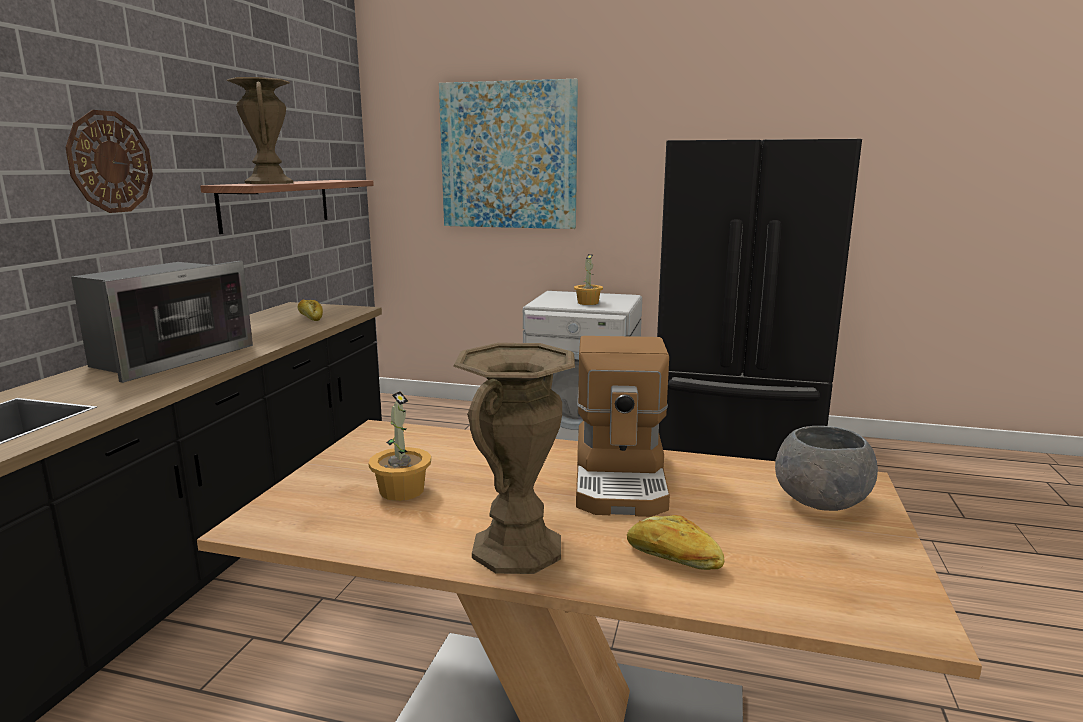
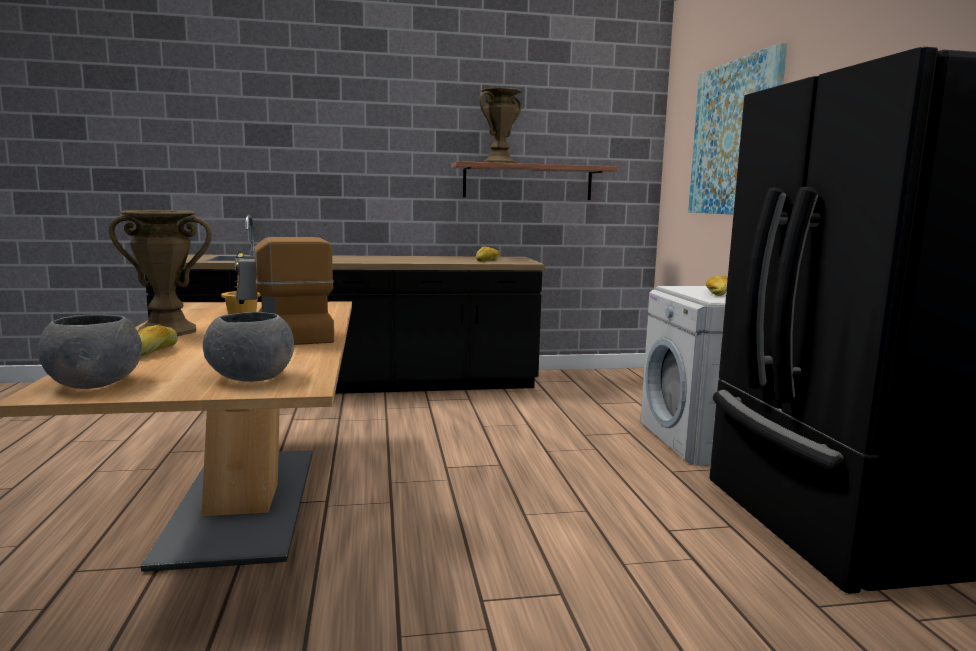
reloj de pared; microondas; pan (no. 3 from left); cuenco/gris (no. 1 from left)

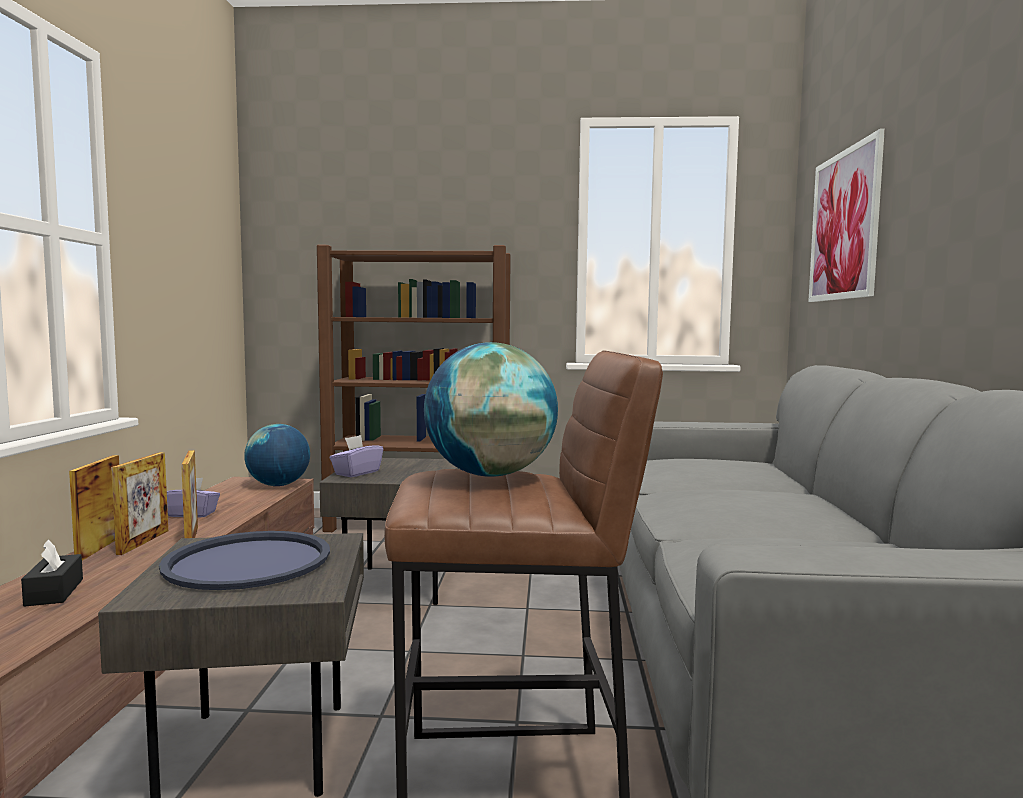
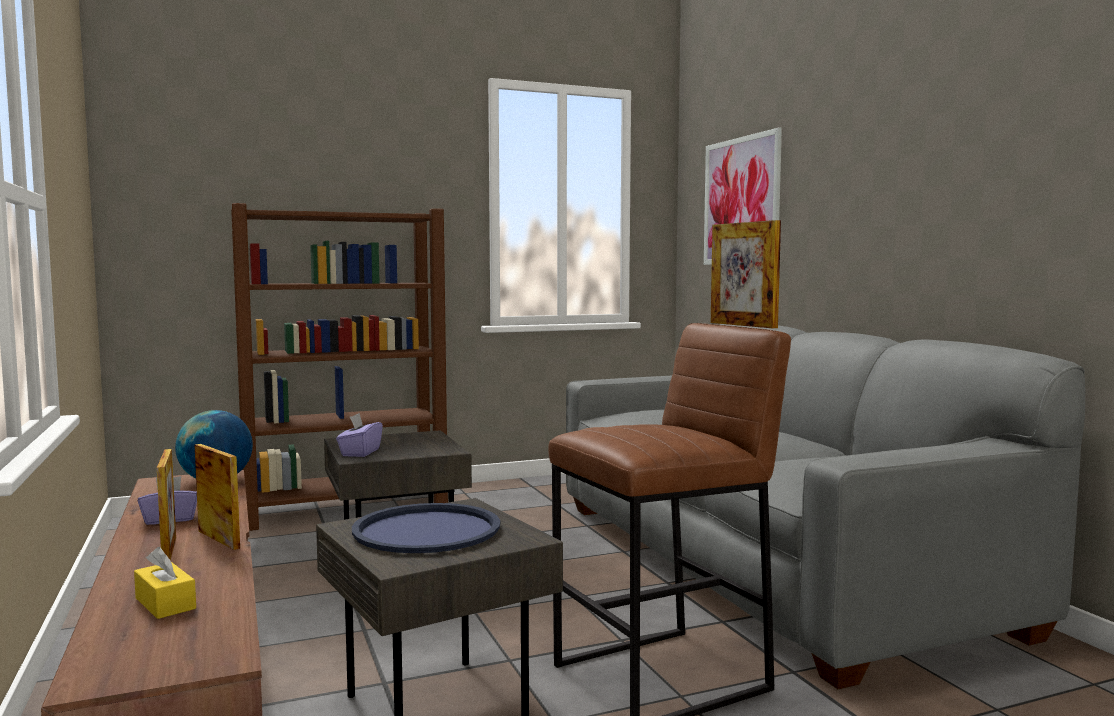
caja de pañuelos/amarillo; portarretratos (no. 3 from left); globo terráqueo (no. 2 from left in the first image)

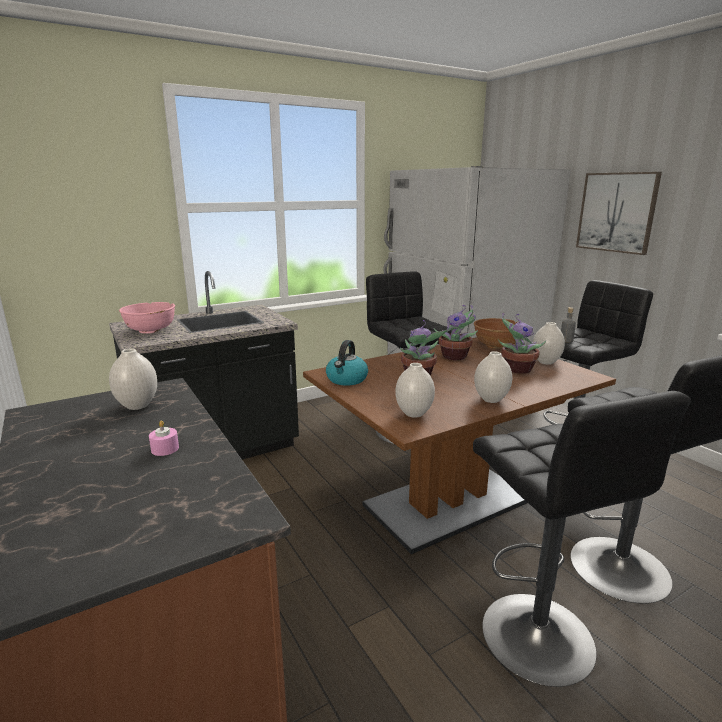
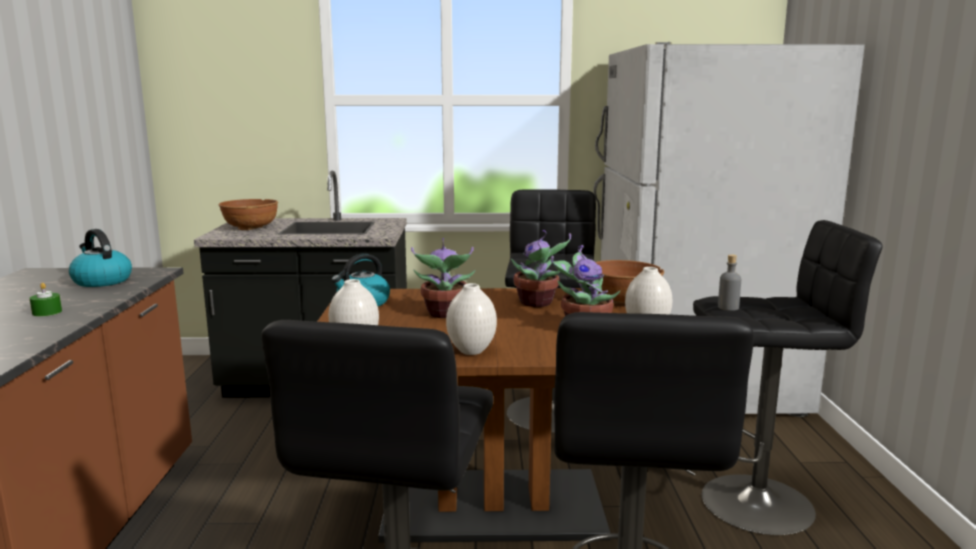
hervidor (no. 1 from left); cuenco/marrón (no. 1 from left); vela/verde; cuadro

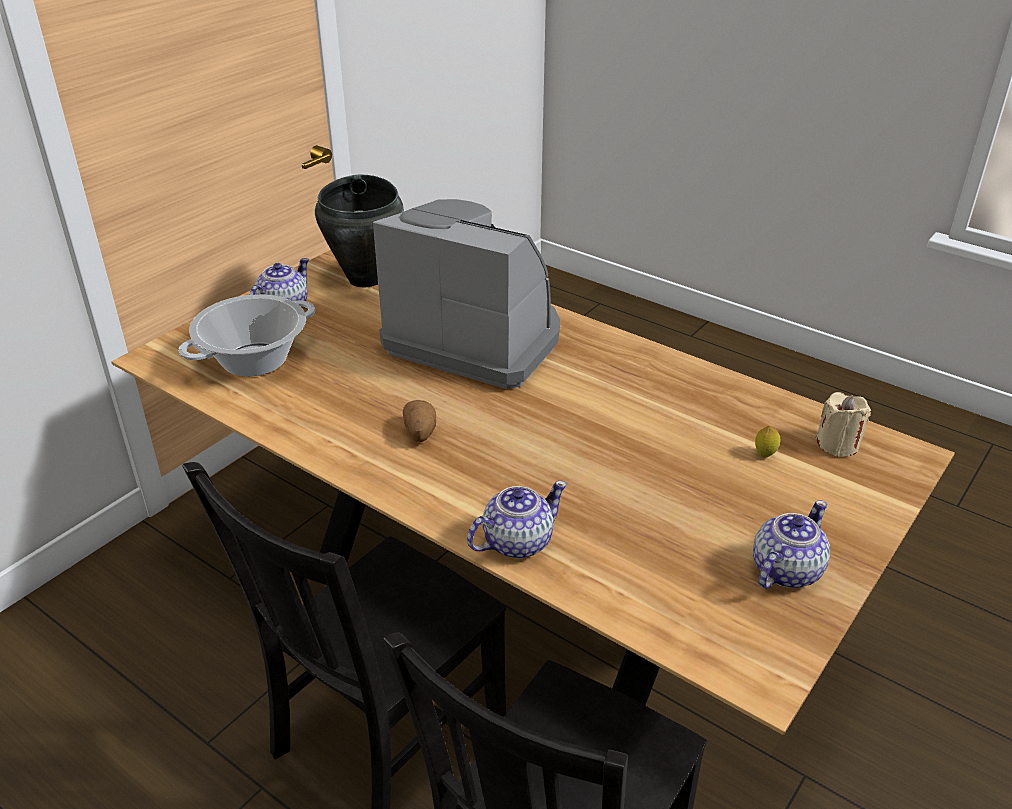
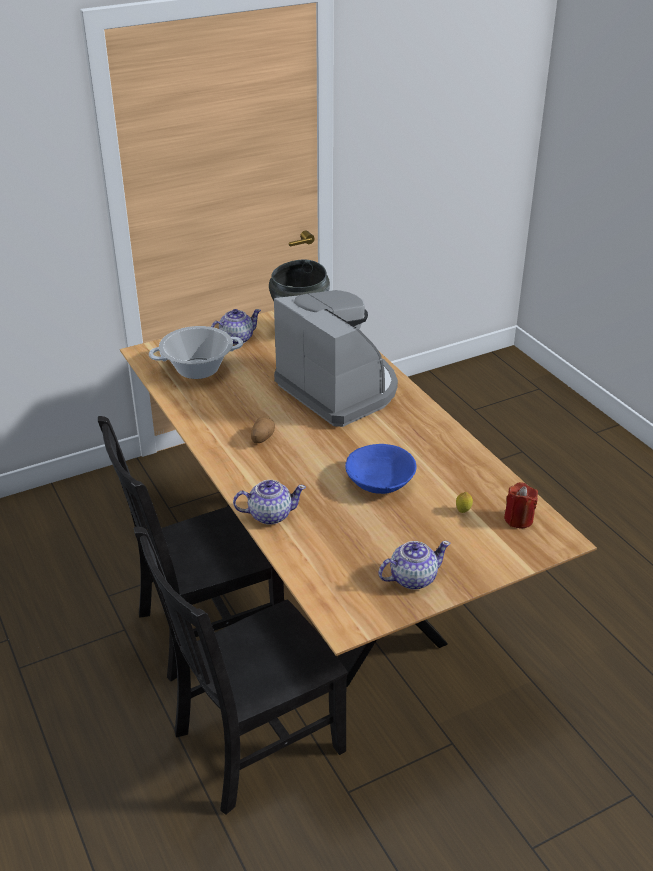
vela/rojo; cuenco/azul

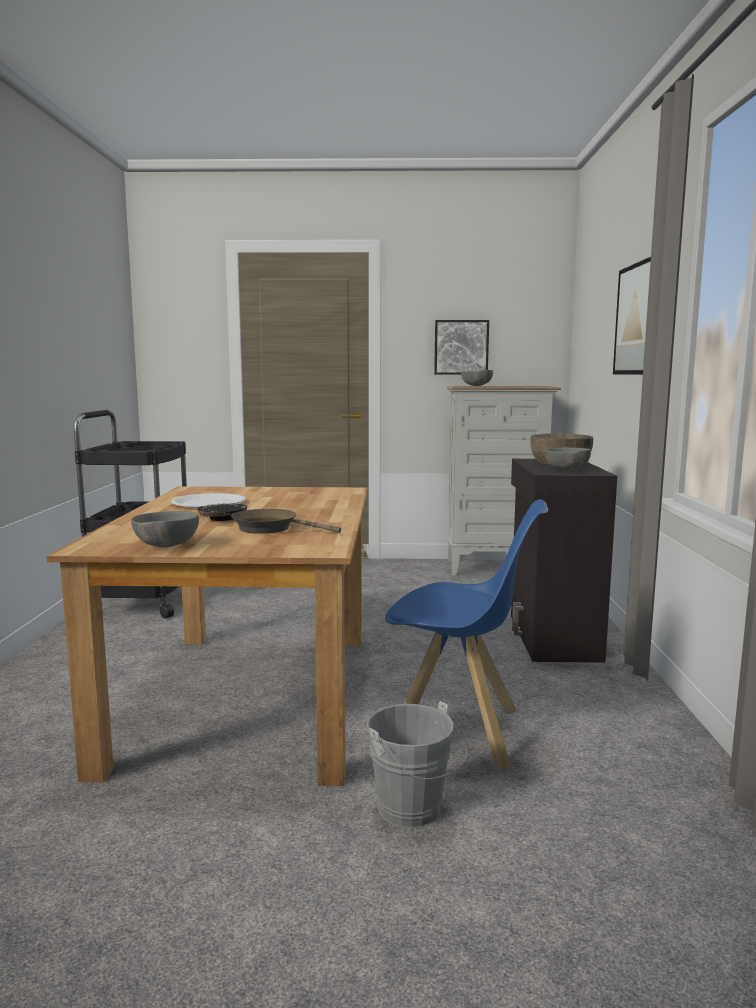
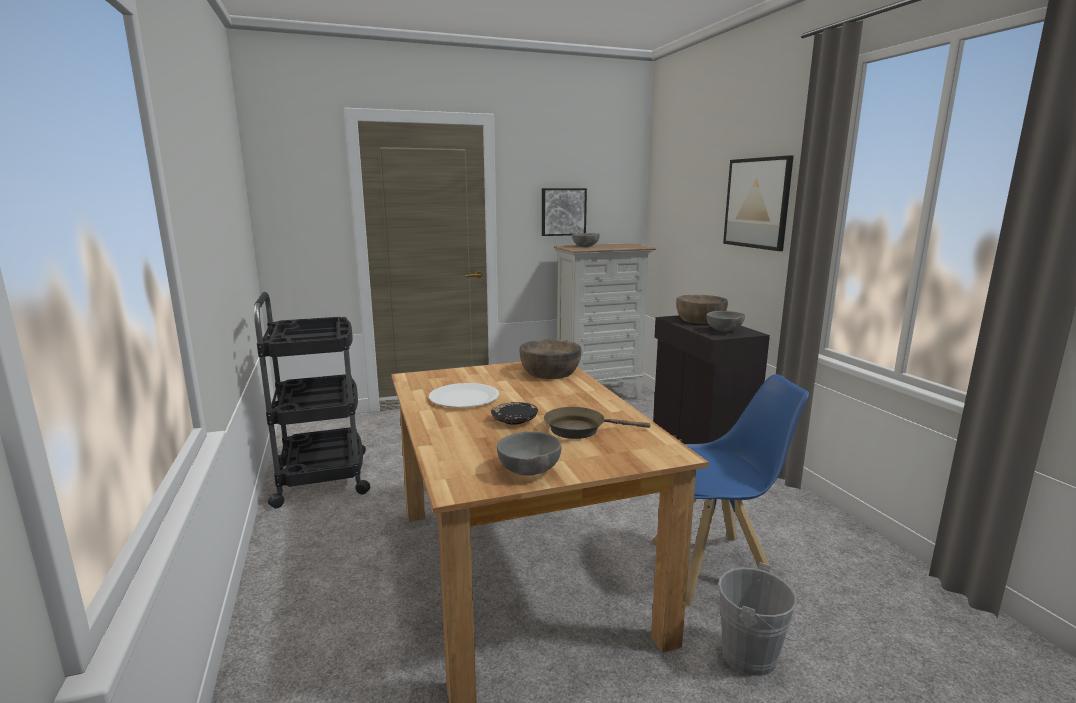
cuenco/marrón (no. 1 from left)

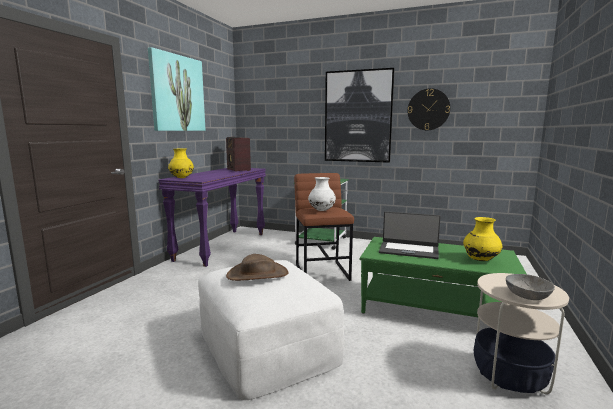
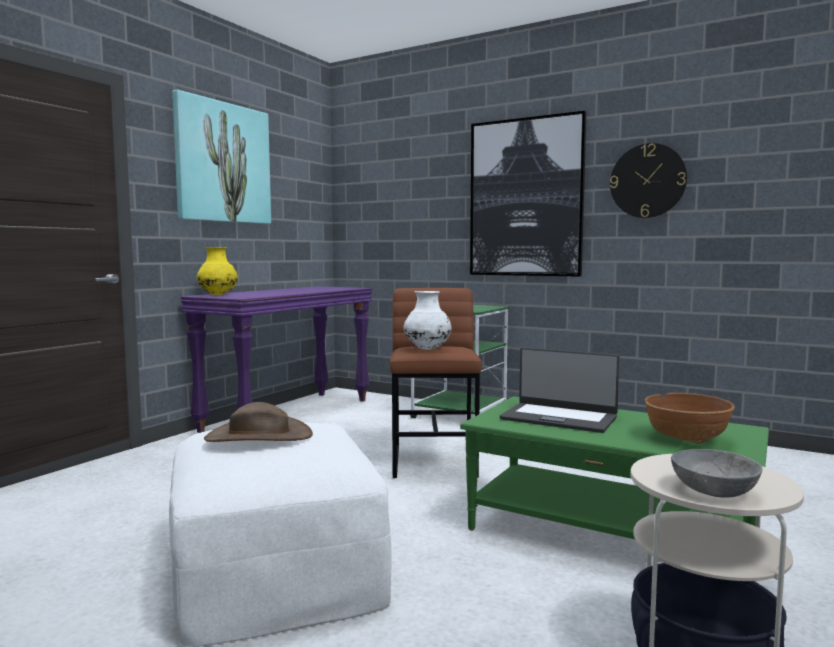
radio; cuenco/marrón

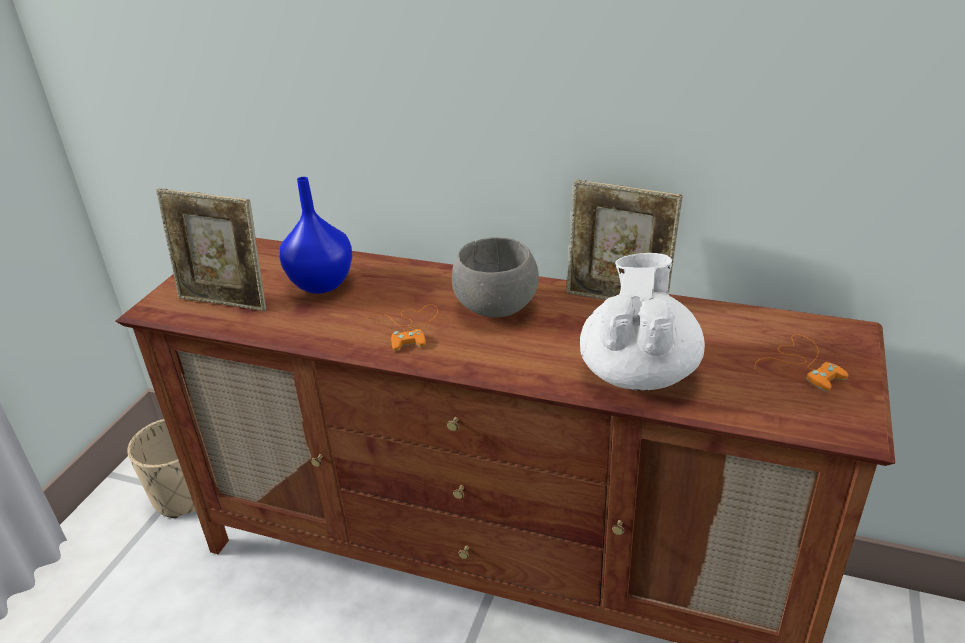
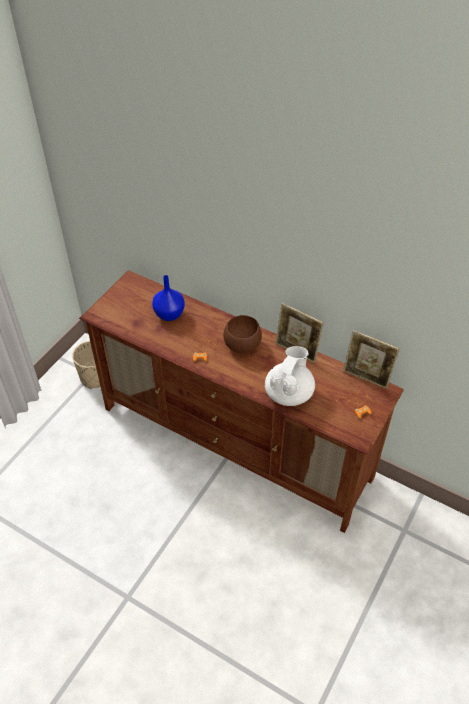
portarretratos (no. 2 from left); cuenco/marrón

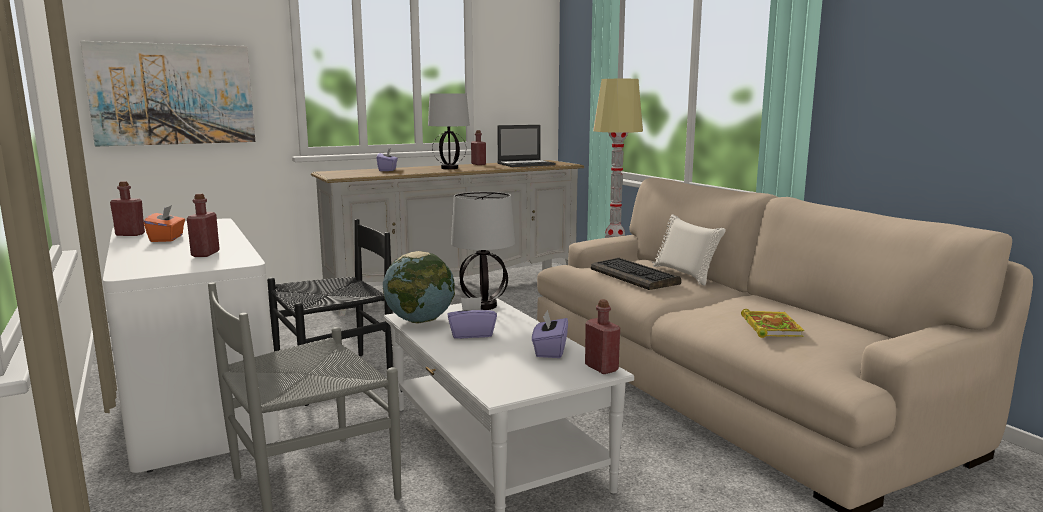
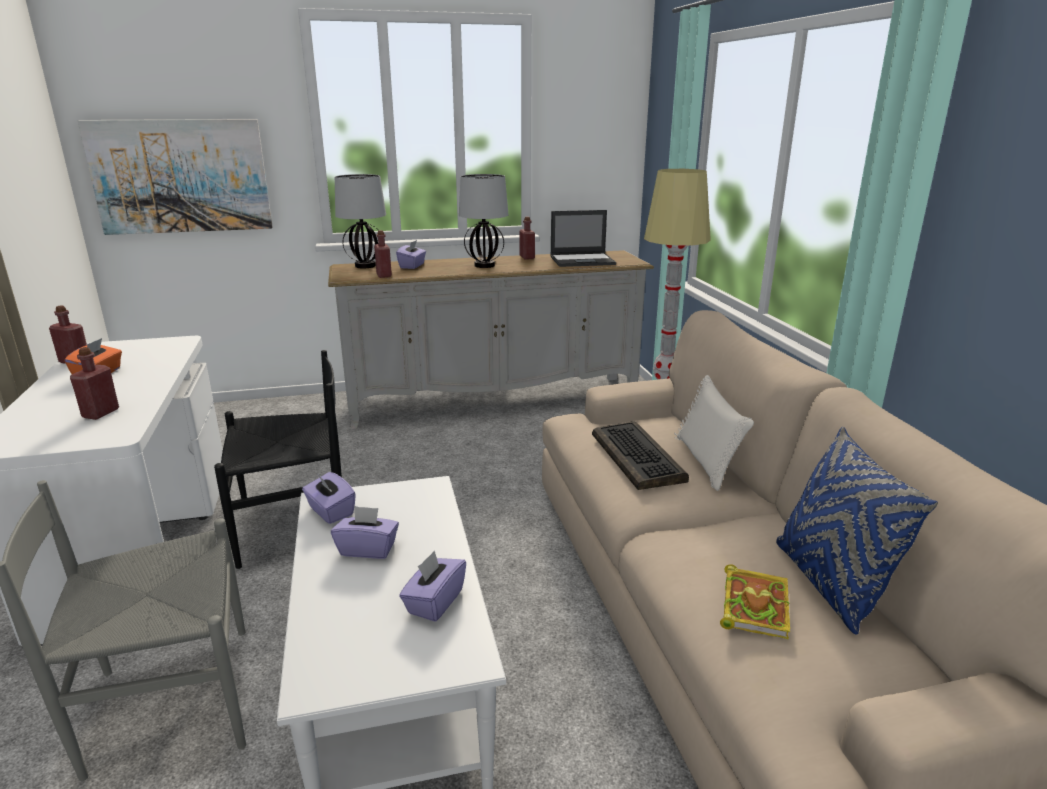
caja de pañuelos/morado (no. 1 from left); lámpara de mesa (no. 1 from left); botella/rojo (no. 3 from left); cojín/azul

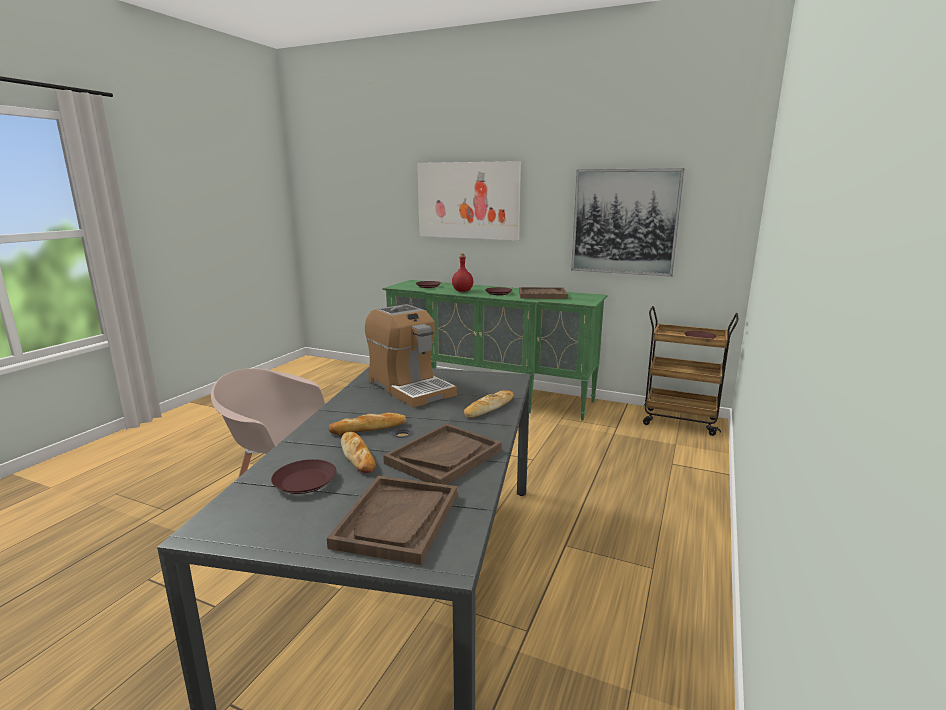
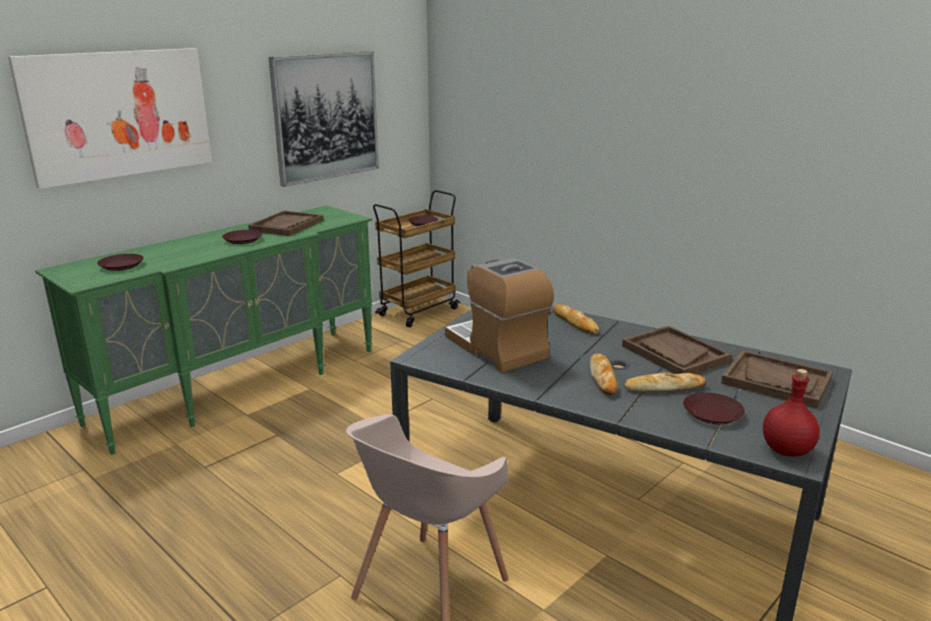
cafetera; botella/rojo

